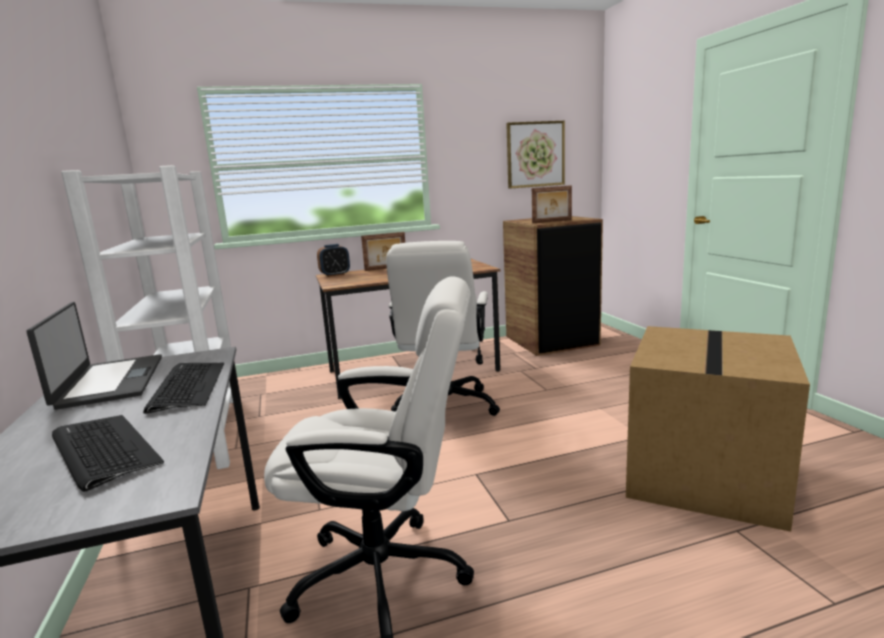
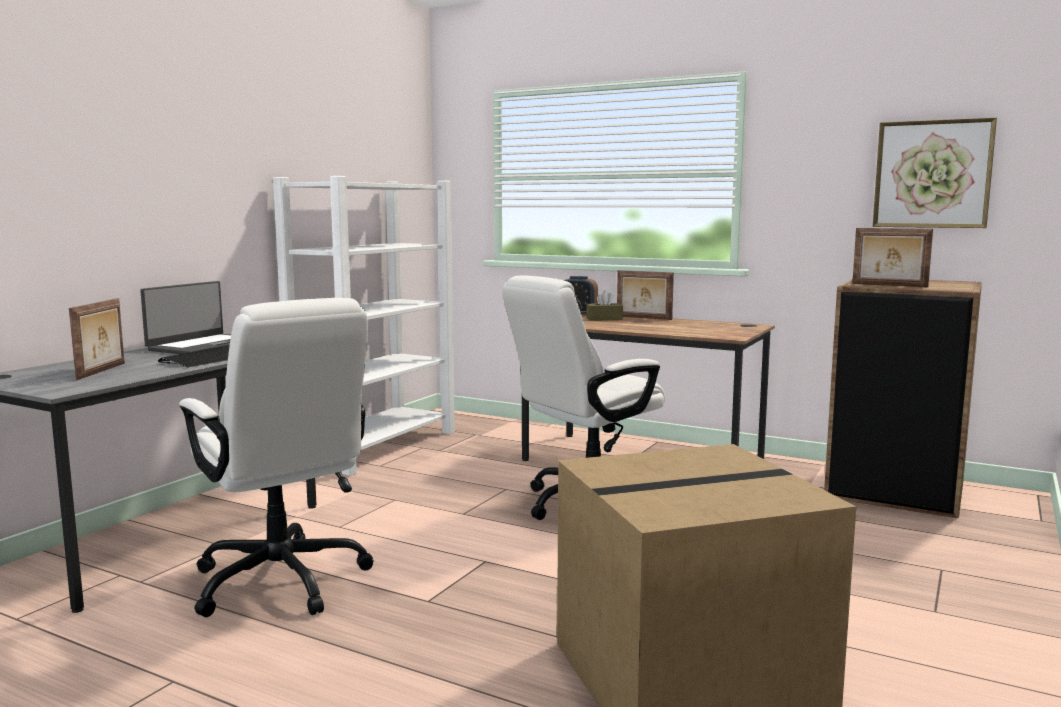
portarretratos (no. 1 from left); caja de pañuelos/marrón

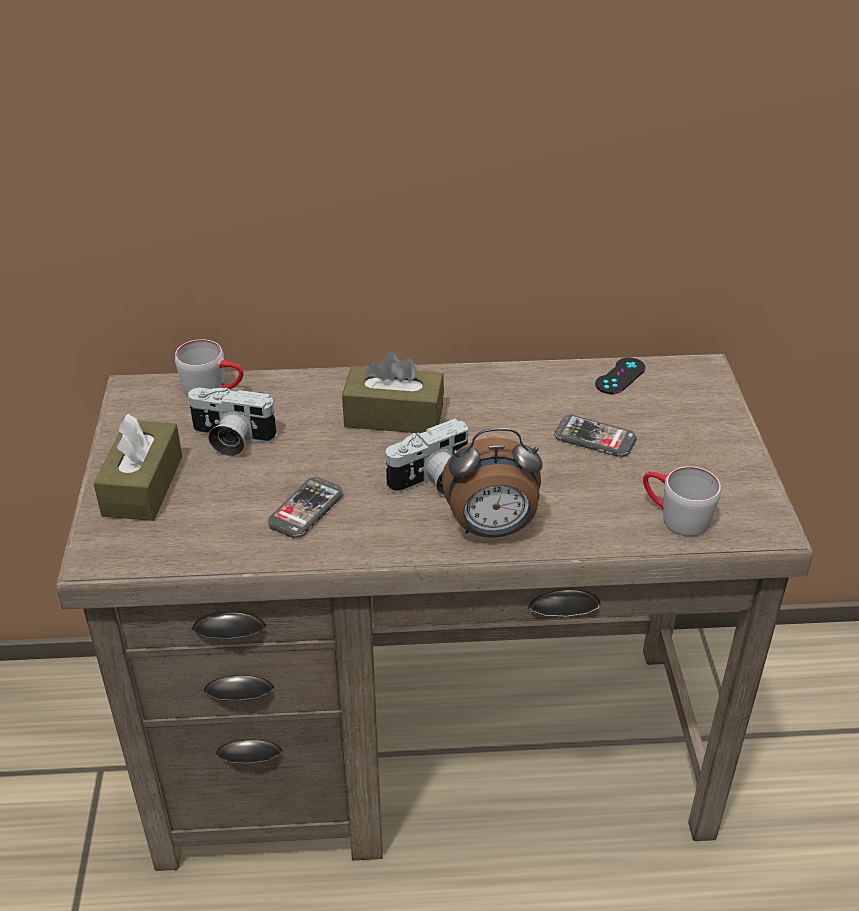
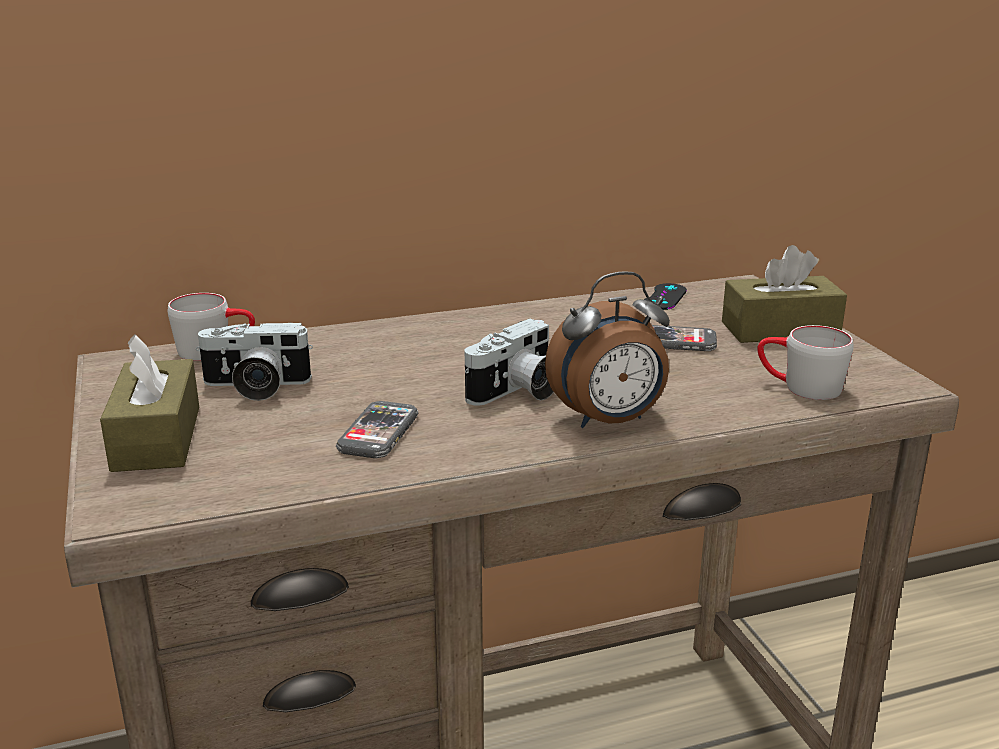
caja de pañuelos/marrón (no. 2 from left)

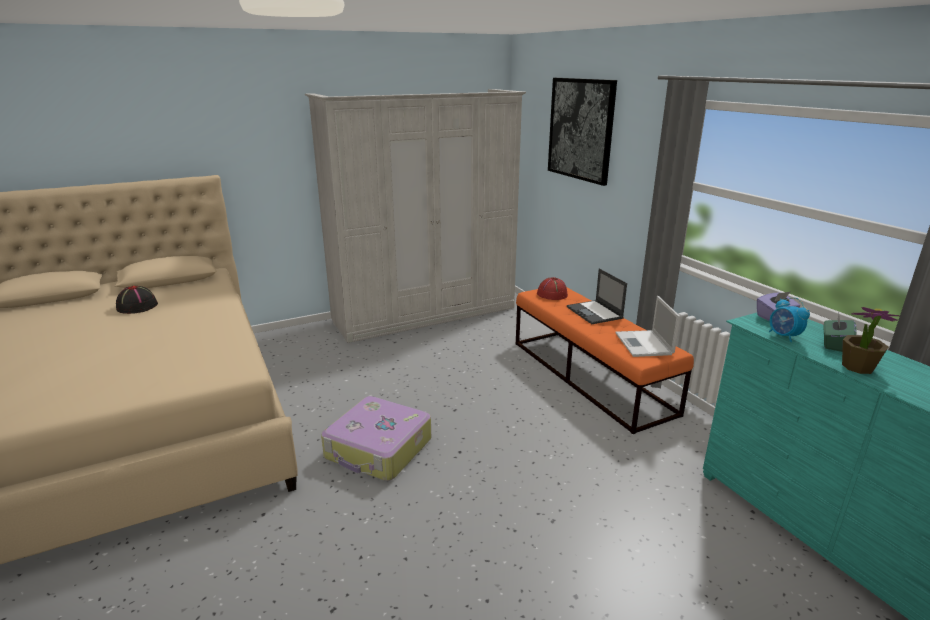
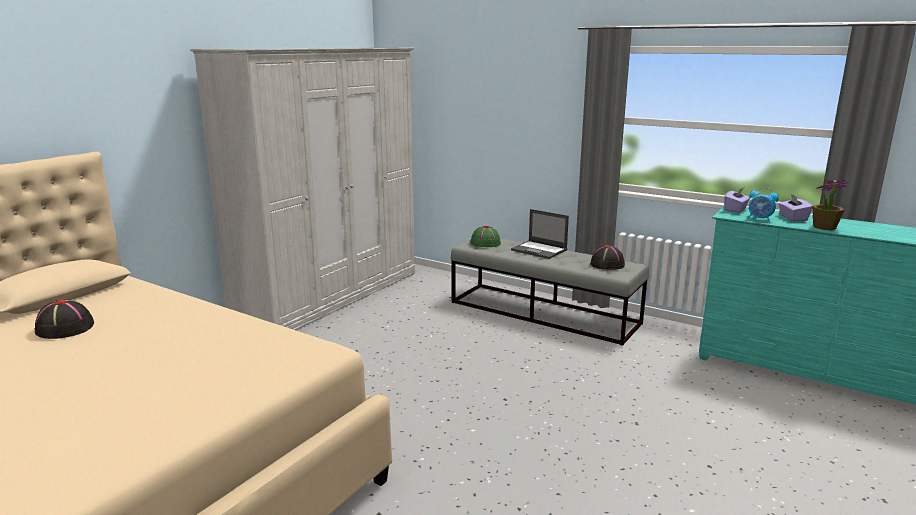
maleta; banco/gris; sombrero/verde; cuadro; sombrero/negro (no. 2 from left); caja de pañuelos/morado (no. 2 from left)

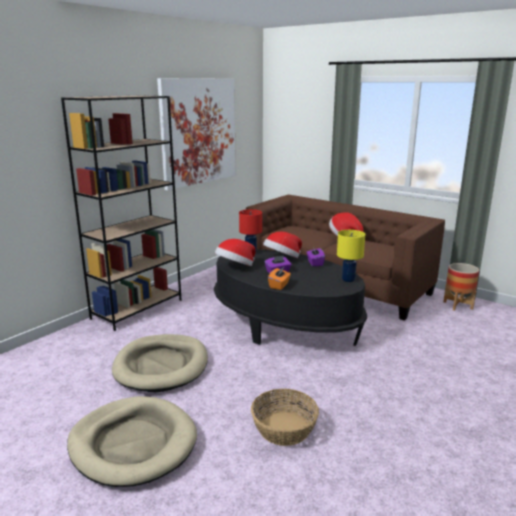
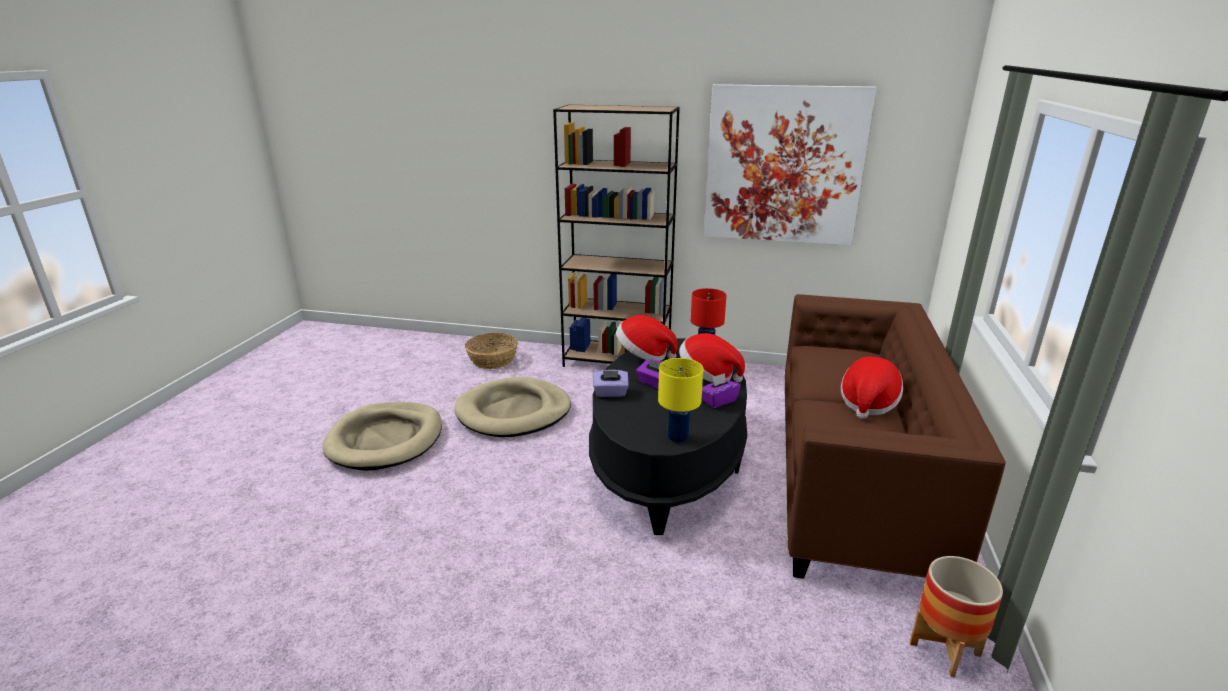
cesta; caja de pañuelos/morado (no. 1 from left)

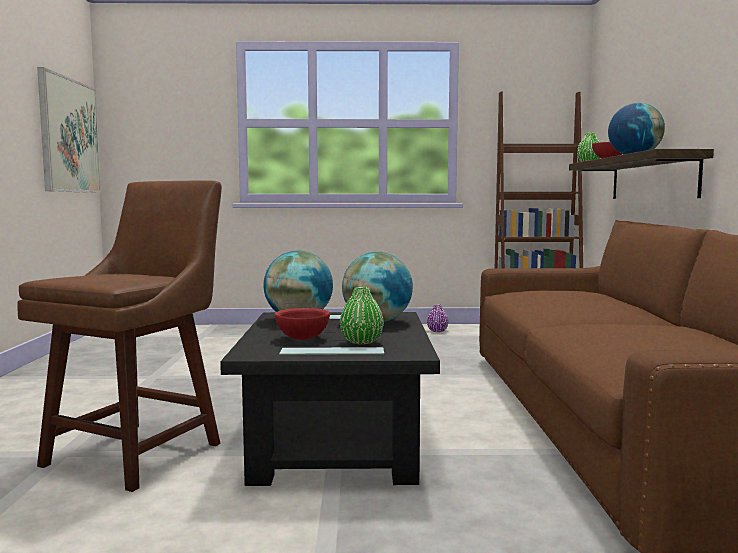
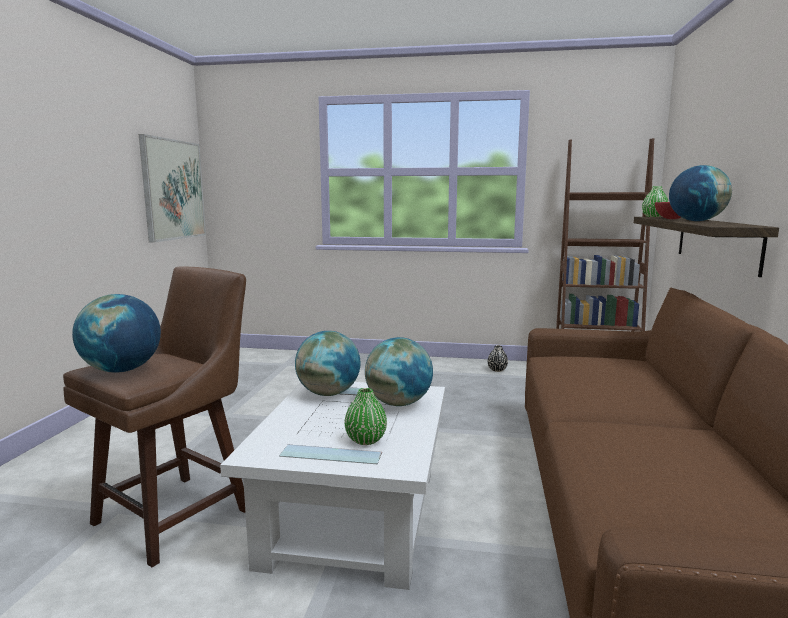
mesa de centro/blanco; cuenco/rojo (no. 1 from left in the first image); florero/negro; globo terráqueo (no. 1 from left)

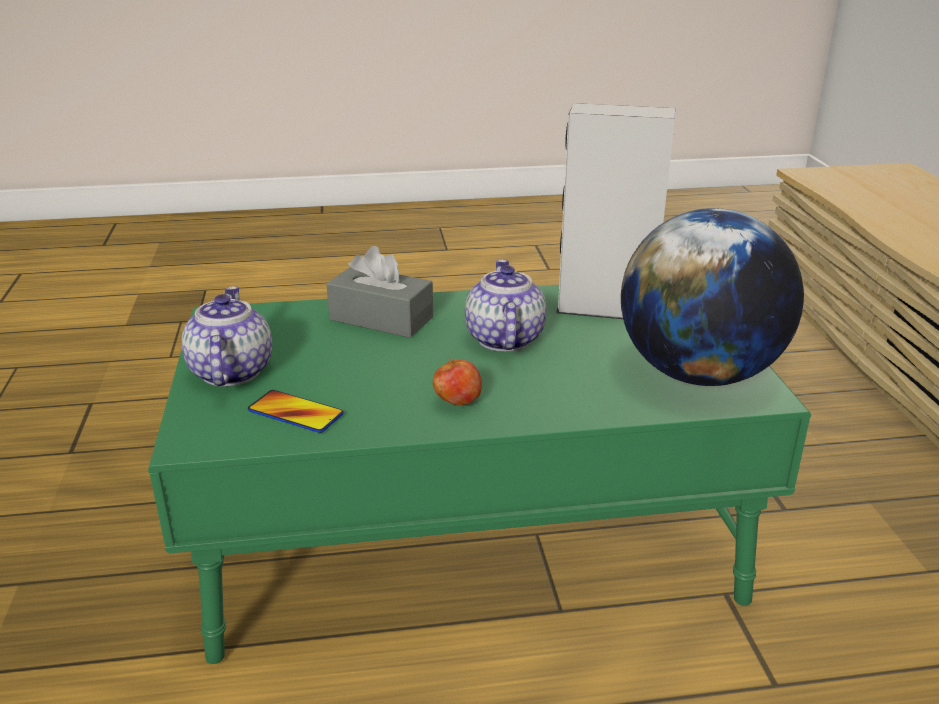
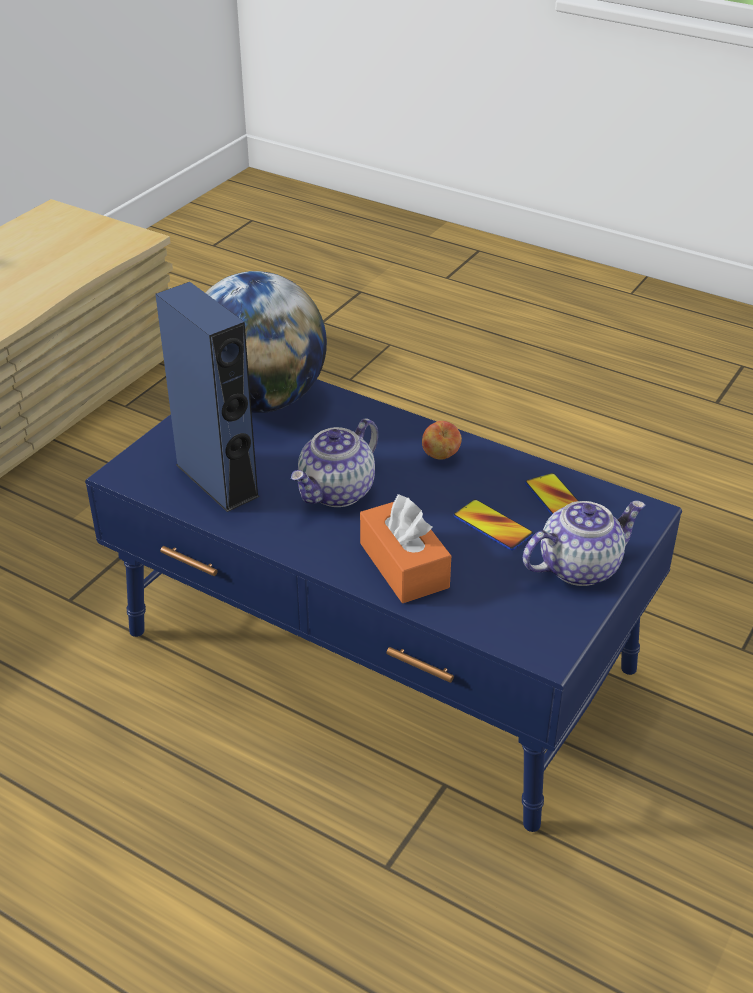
mesa de centro/azul; tetera (no. 2 from left); caja de pañuelos/naranja; altavoz/azul; móvil (no. 1 from left)

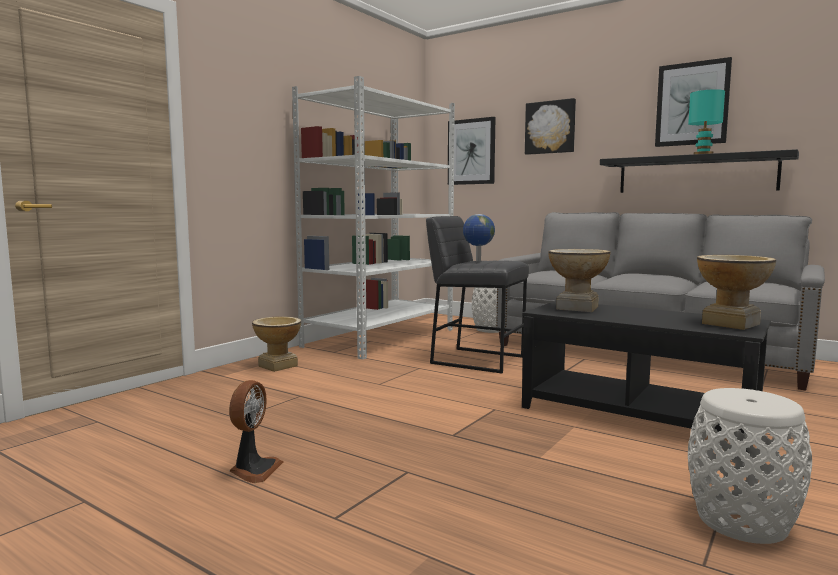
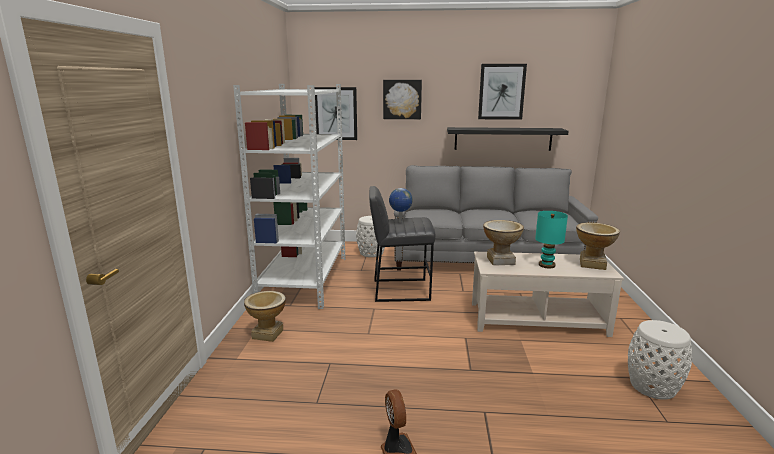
mesa de centro/beis; lámpara de mesa/turquesa

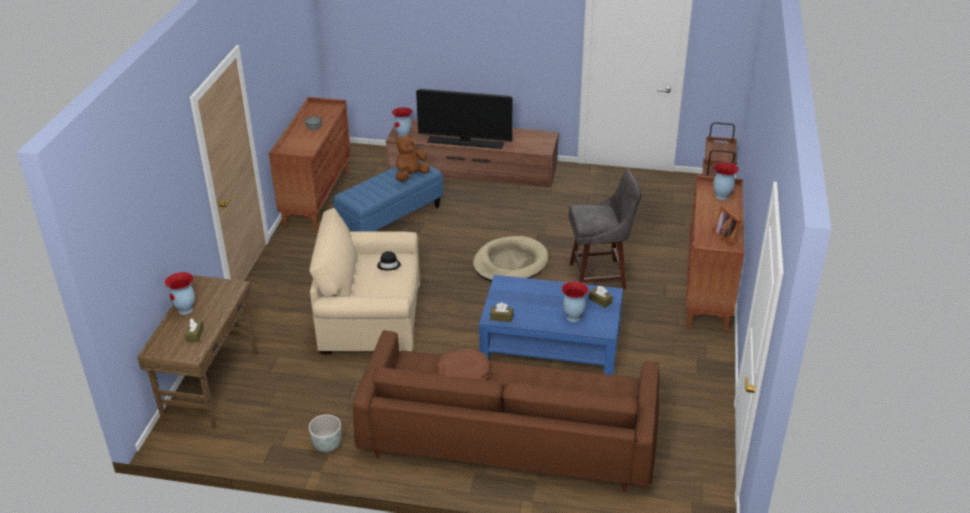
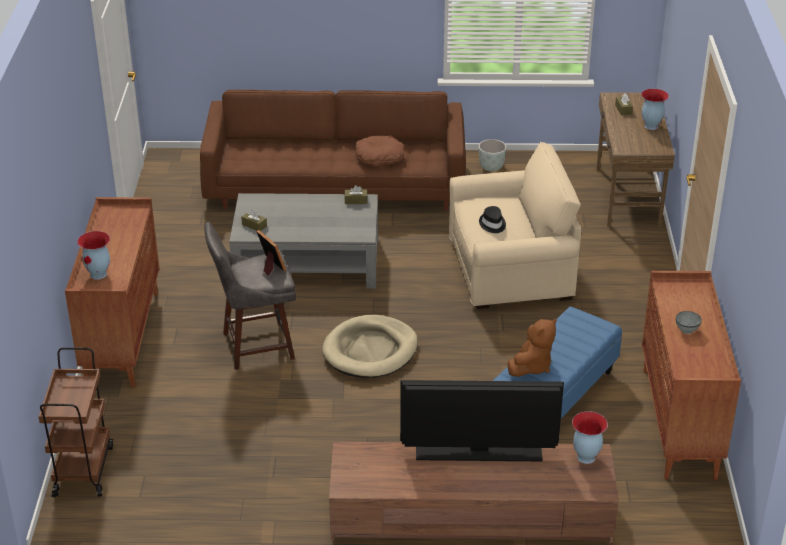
mesa de centro/gris; florero (no. 3 from left in the first image); portarretratos

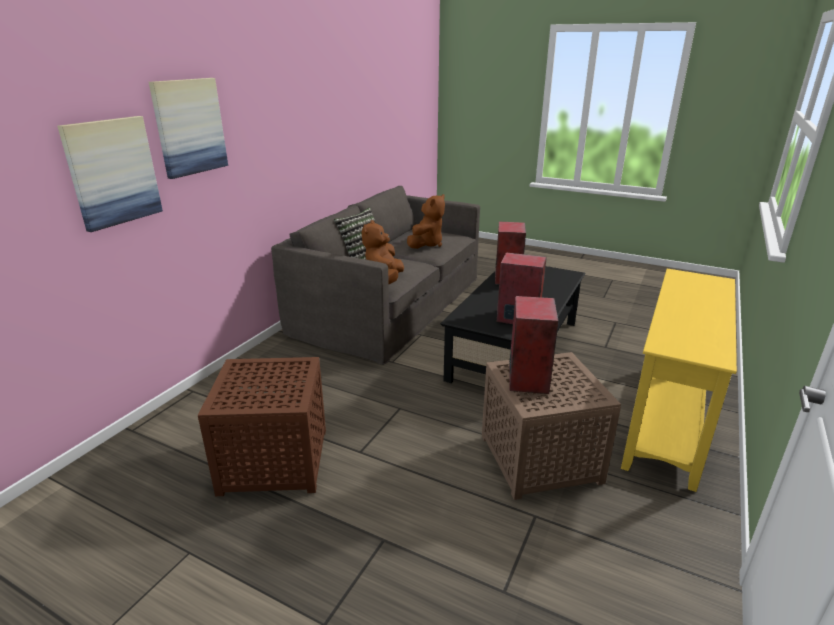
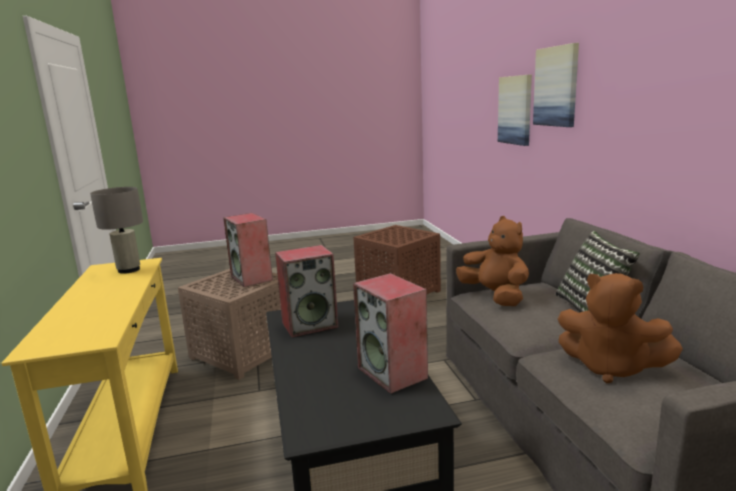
peluche/marrón (no. 2 from left); lámpara de mesa/gris

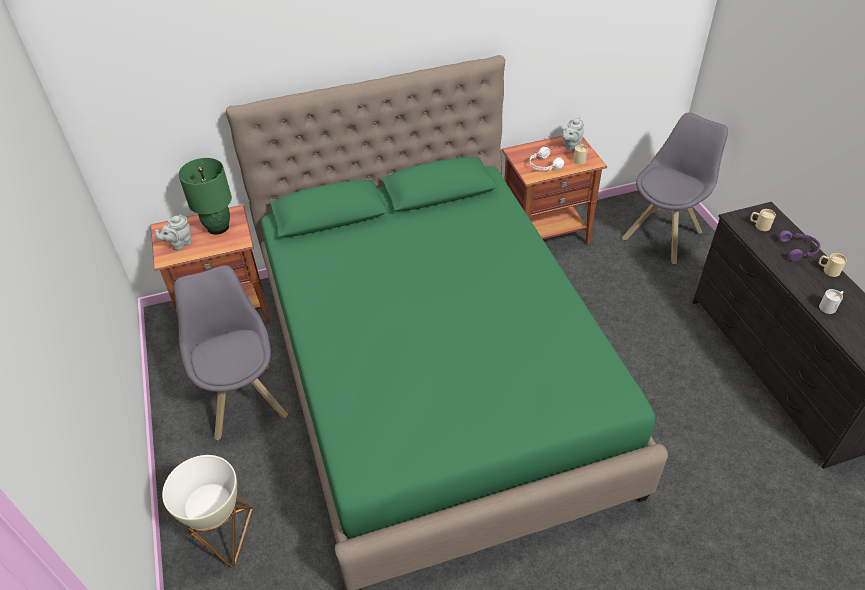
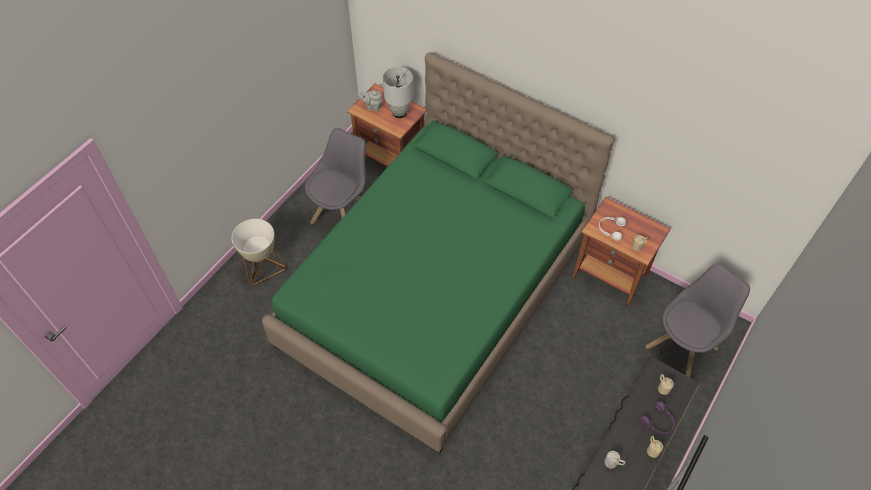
lámpara de mesa/blanco; tetera/gris (no. 2 from left in the first image); silla/gris (no. 2 from left)

